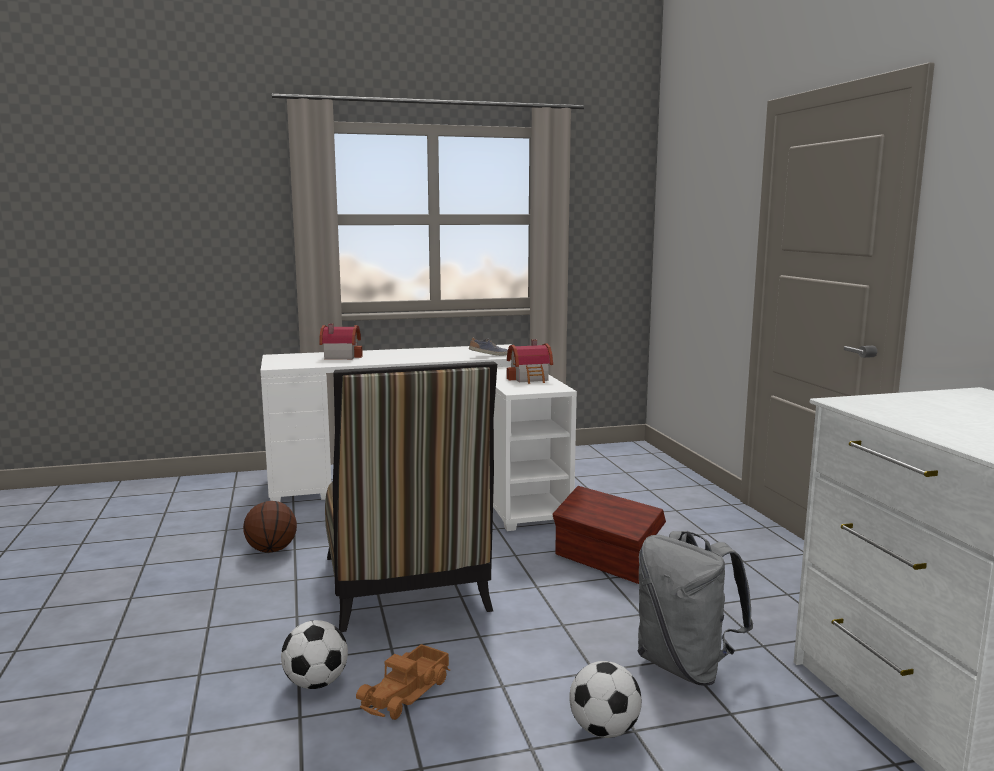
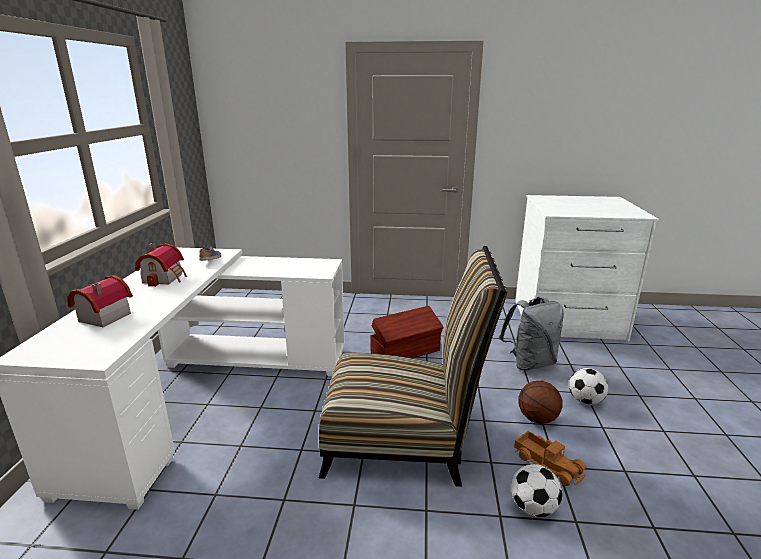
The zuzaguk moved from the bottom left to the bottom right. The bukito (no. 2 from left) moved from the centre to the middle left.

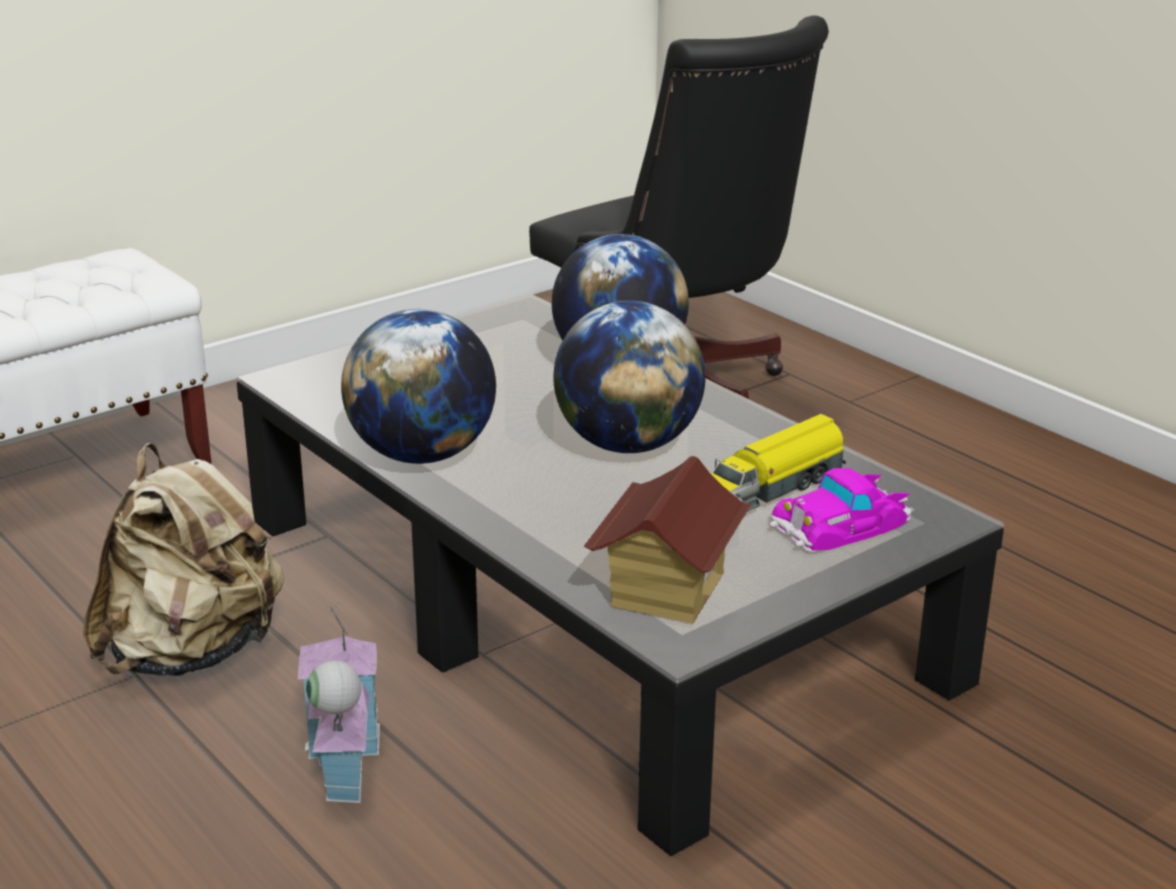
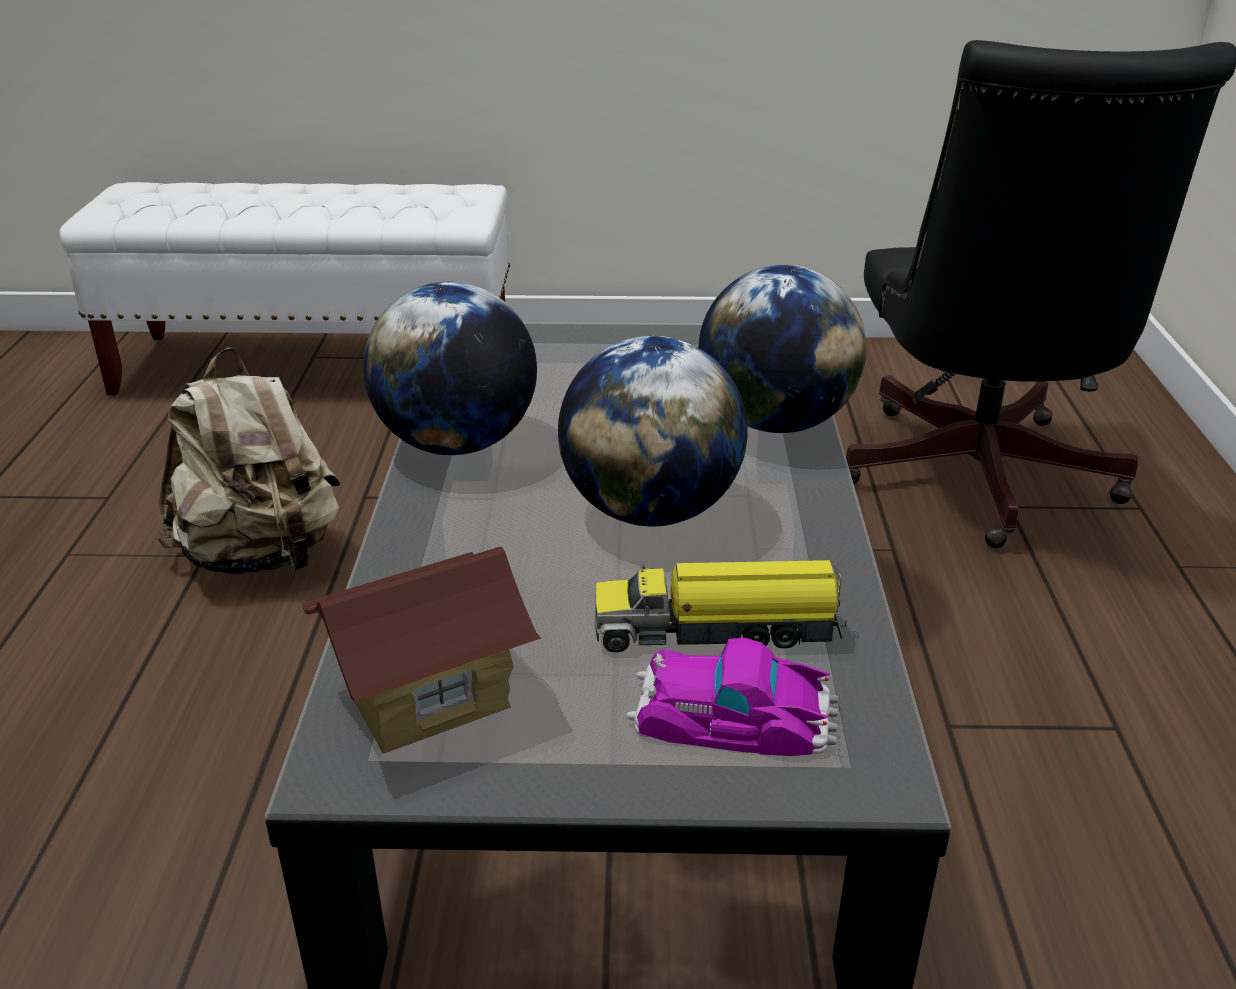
The bukito (no. 1 from left) at the bottom left disappeared.

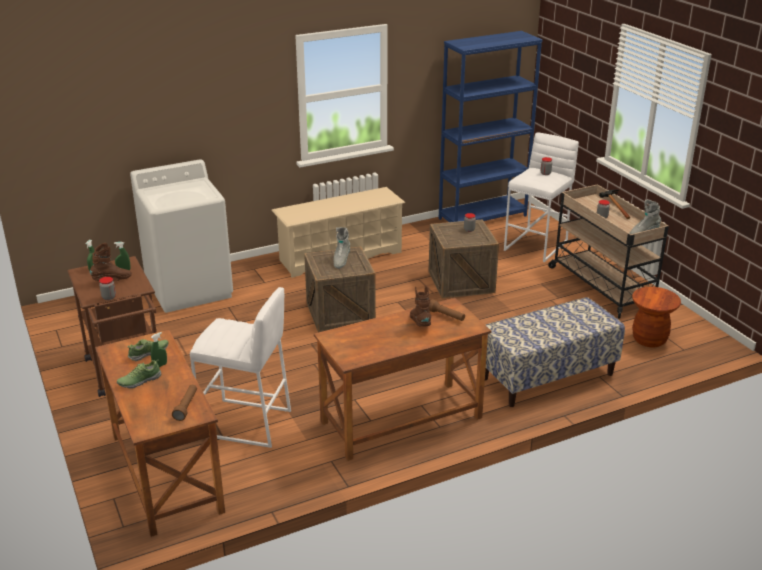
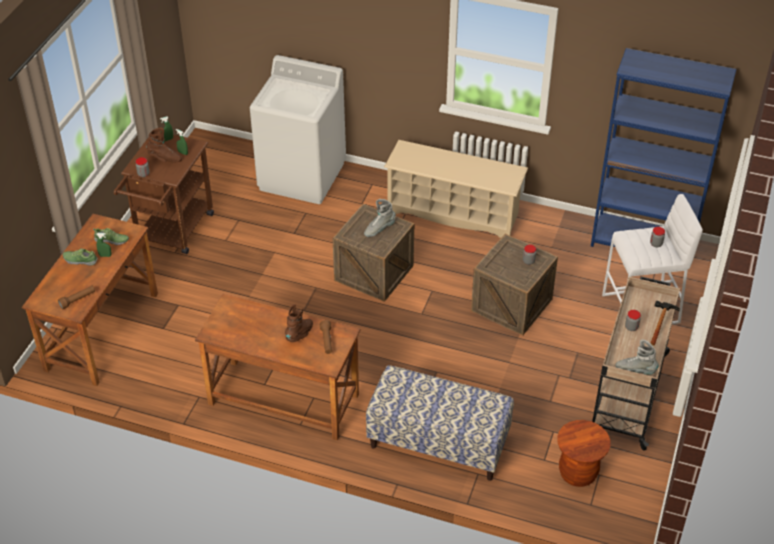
The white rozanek (no. 1 from left) at the middle left disappeared.

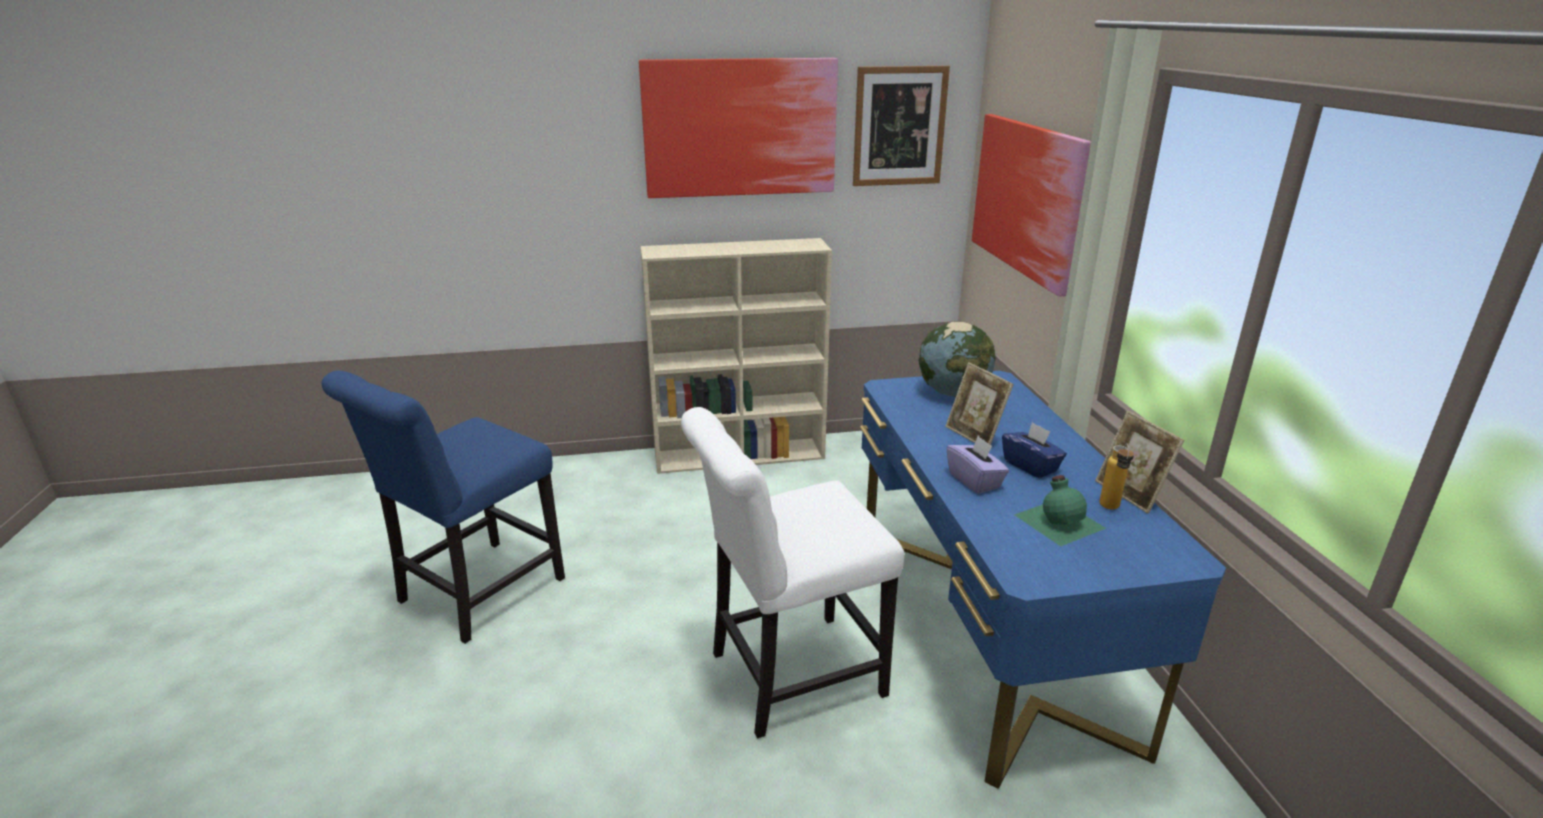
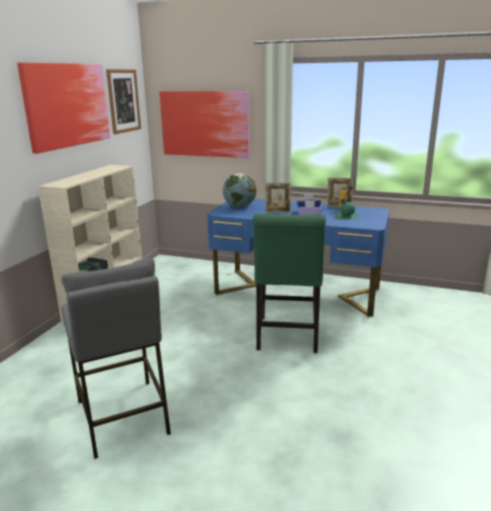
The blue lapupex at the middle left was replaced by the grey rozanek at the bottom left. The white lapupex at the bottom centre became the green lapupex at the centre.

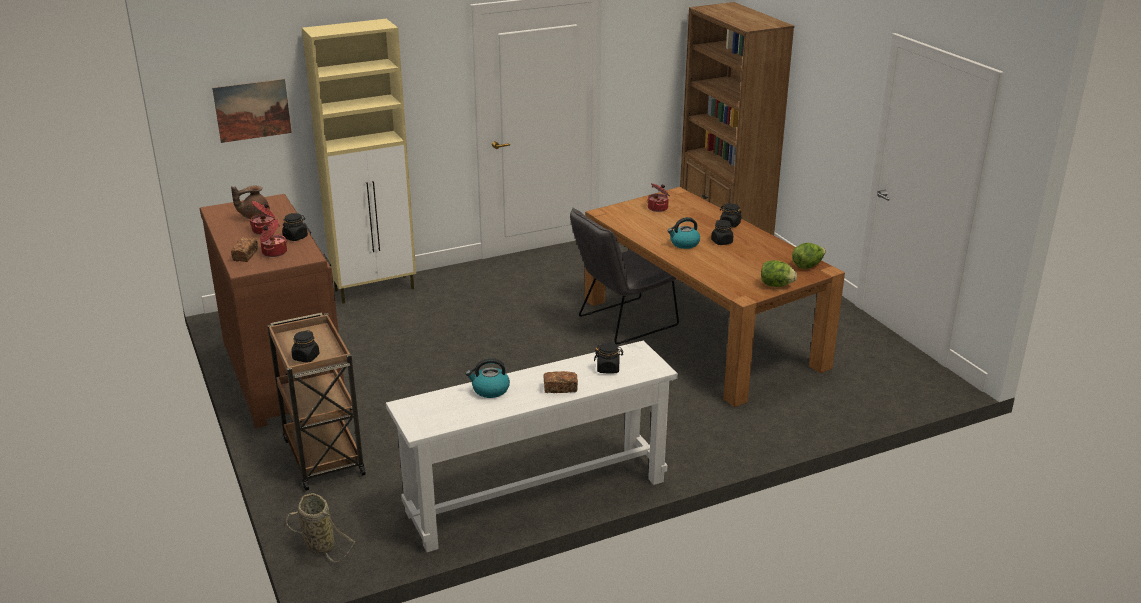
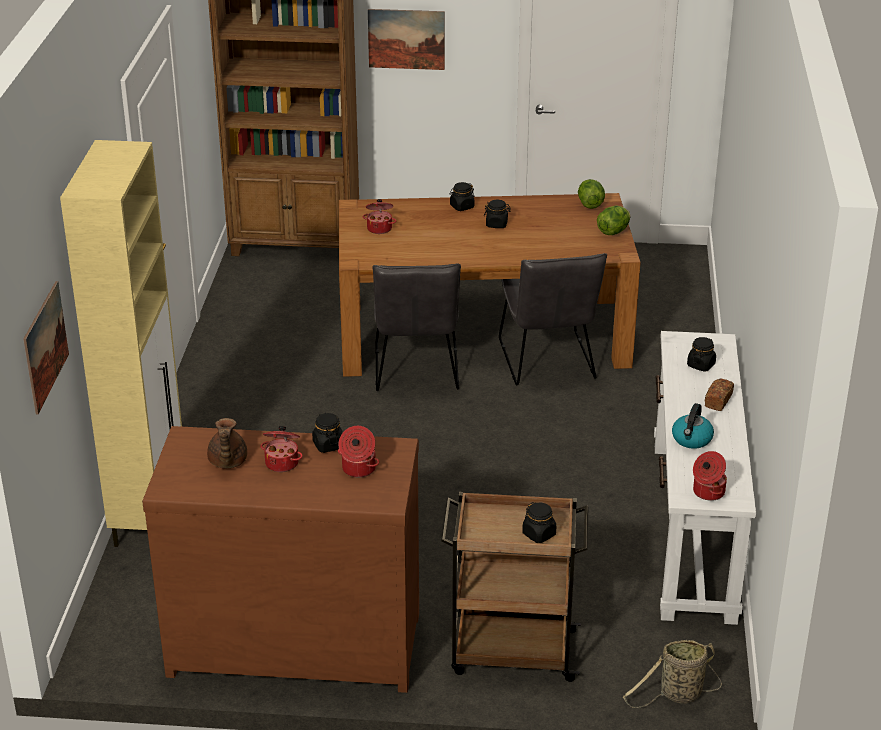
The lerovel (no. 1 from left) at the middle left disappeared. The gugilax (no. 2 from left) at the centre disappeared. The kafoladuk (no. 2 from left) at the top centre appeared. The grey lapupex (no. 2 from left) at the centre appeared. The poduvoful (no. 4 from left) at the middle right appeared.

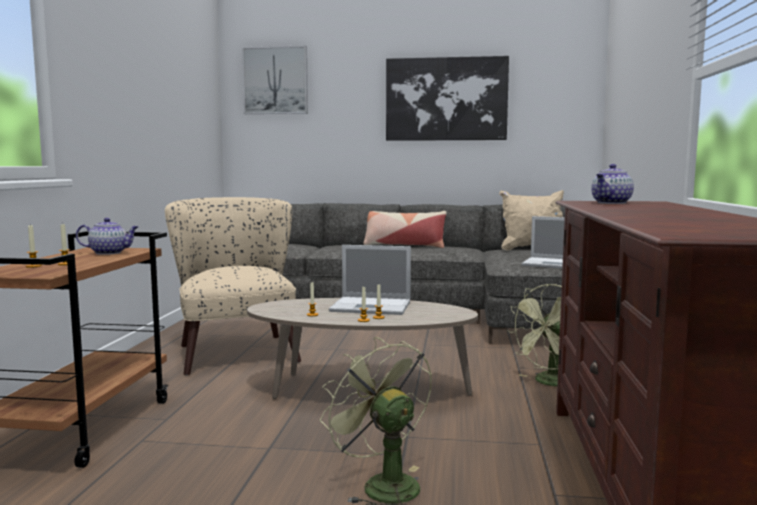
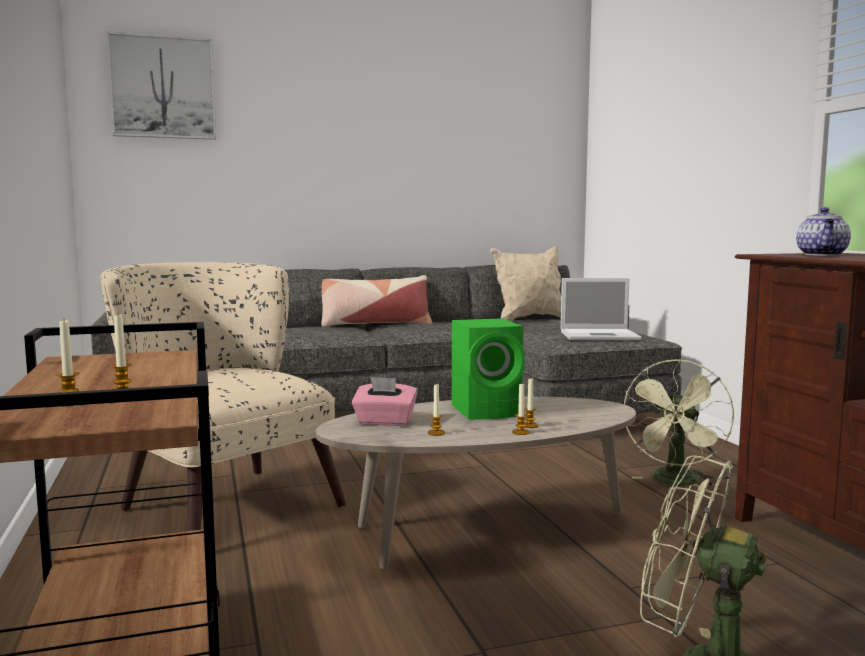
The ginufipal (no. 1 from left) at the middle left disappeared. The kafoladuk (no. 2 from left) at the top centre disappeared. The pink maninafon at the centre appeared. The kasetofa (no. 1 from left) at the centre was replaced by the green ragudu at the centre.

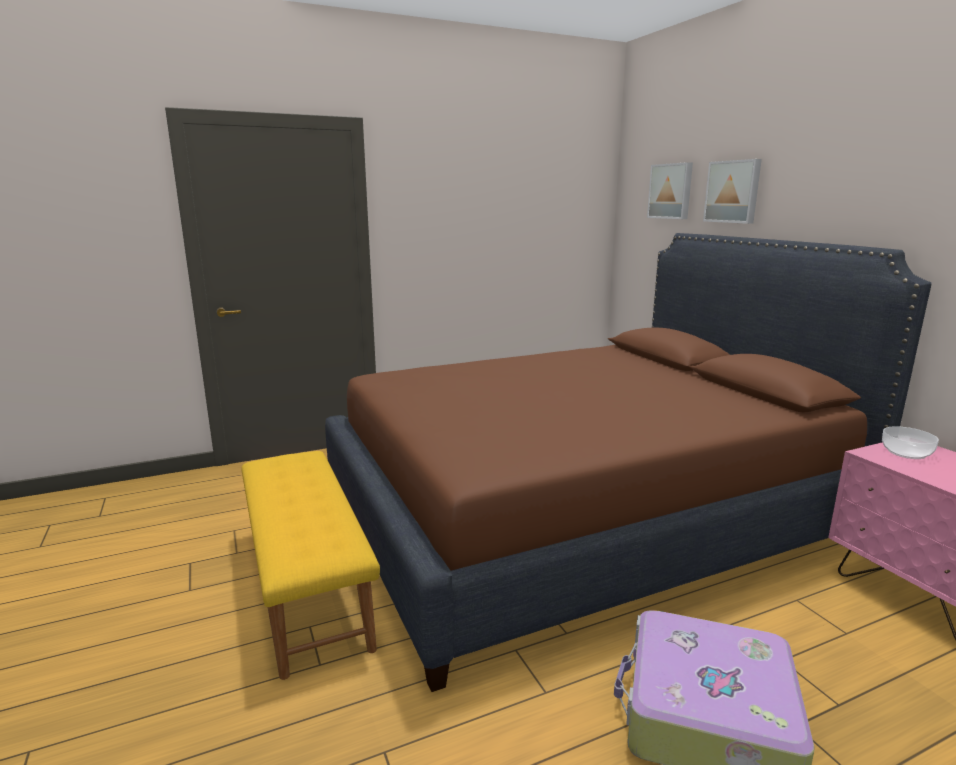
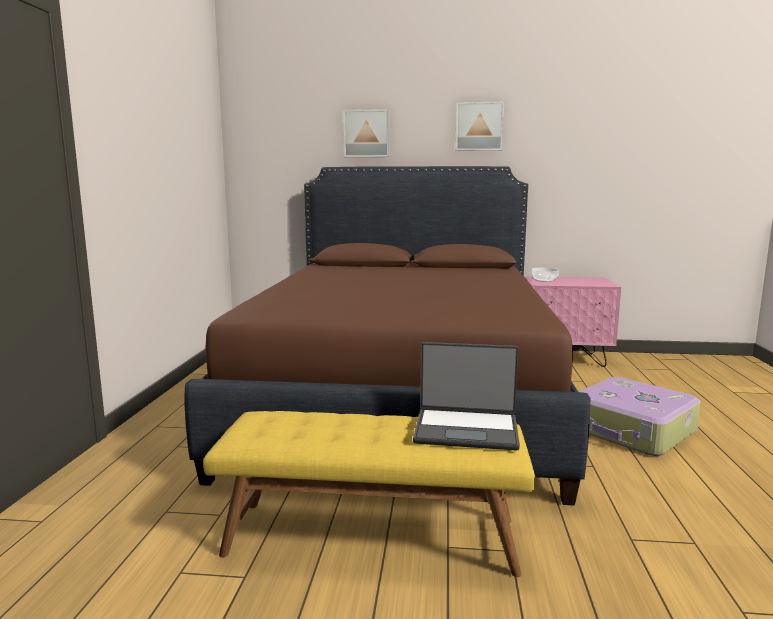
The kasetofa at the centre appeared. The kafoladuk (no. 1 from left in the first image) moved from the top right to the top centre.

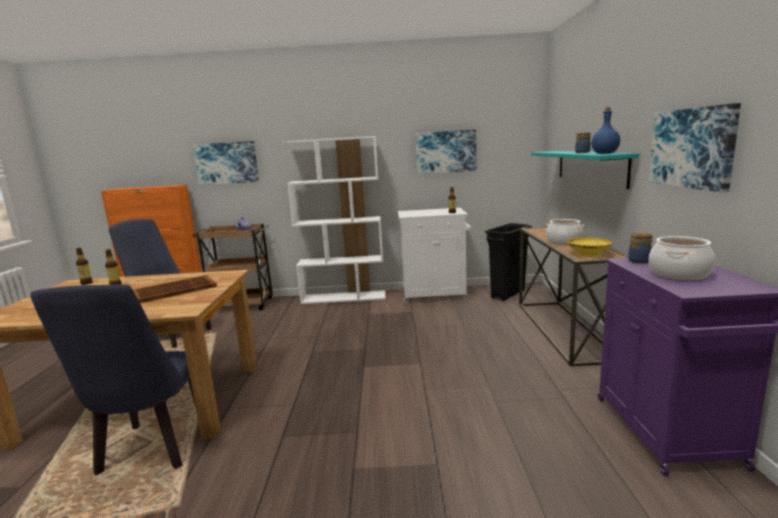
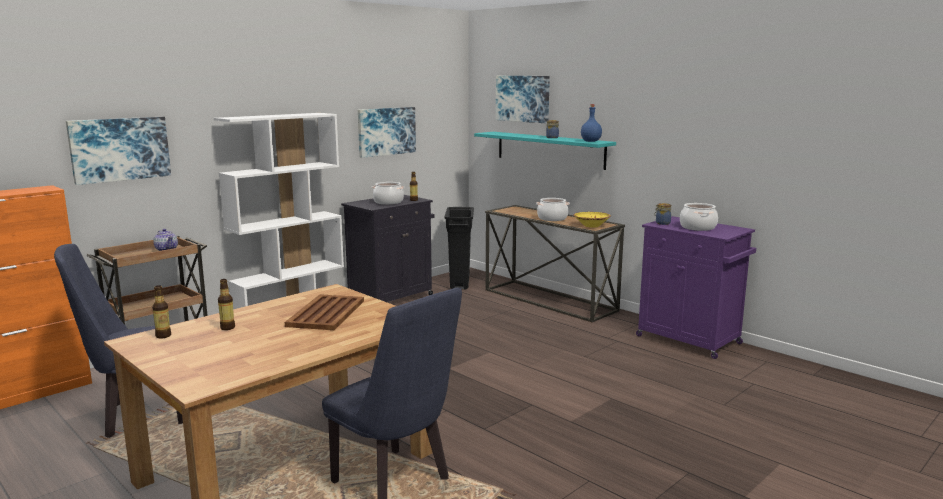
The poduvoful (no. 1 from left) at the centre appeared. The kafoladuk (no. 3 from left) moved from the top right to the top centre. The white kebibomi at the centre became the black kebibomi at the centre.

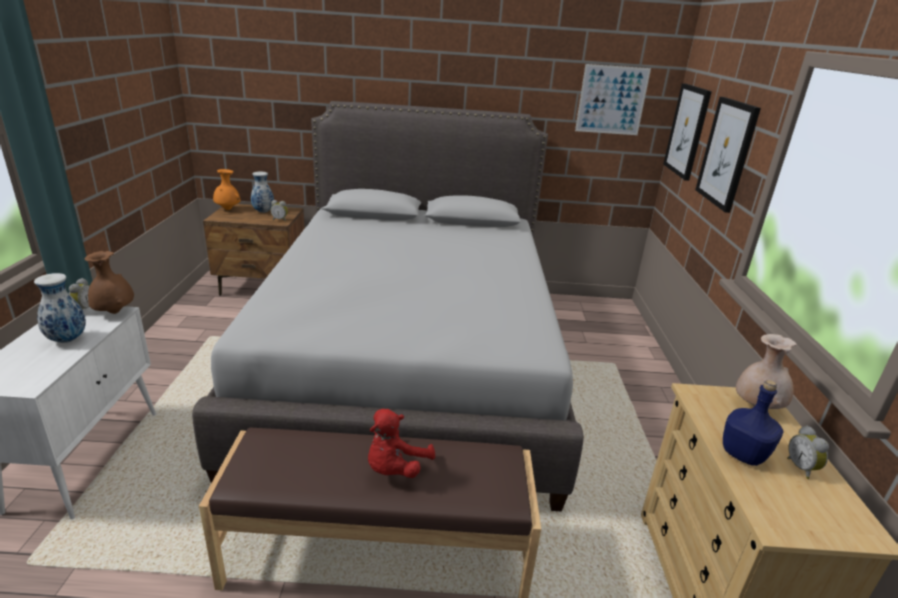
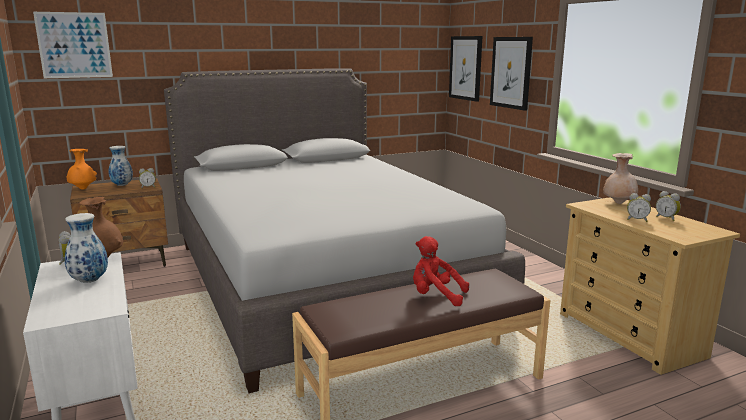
The kafoladuk (no. 1 from left) moved from the top right to the top left. The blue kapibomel at the bottom right was replaced by the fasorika (no. 3 from left) at the middle right. The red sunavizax at the bottom centre turned 105 degrees clockwise.

